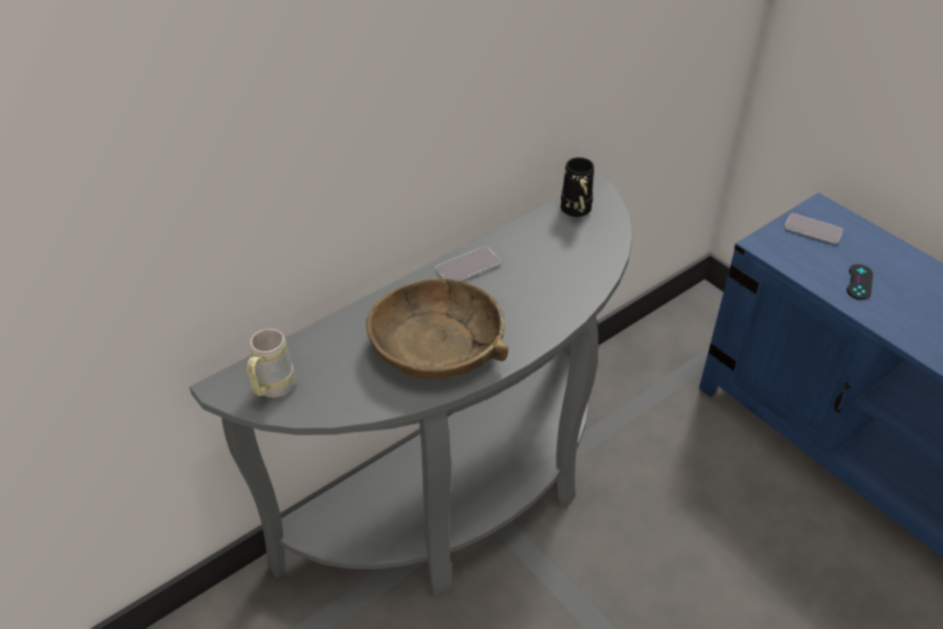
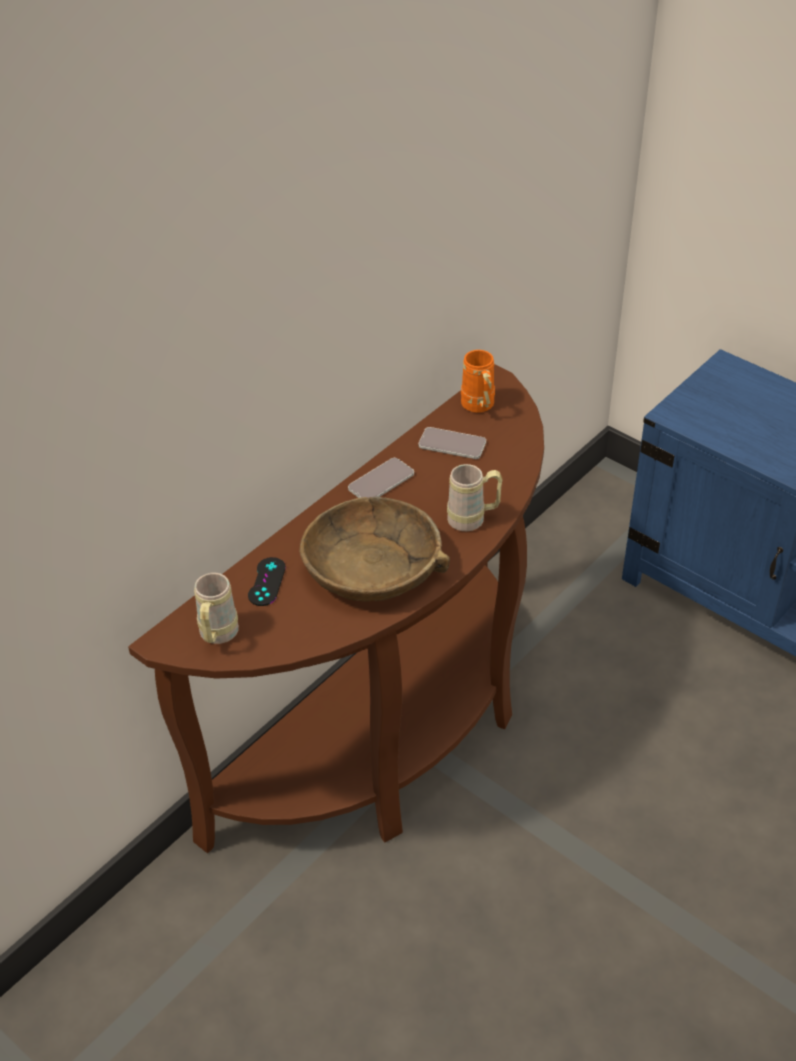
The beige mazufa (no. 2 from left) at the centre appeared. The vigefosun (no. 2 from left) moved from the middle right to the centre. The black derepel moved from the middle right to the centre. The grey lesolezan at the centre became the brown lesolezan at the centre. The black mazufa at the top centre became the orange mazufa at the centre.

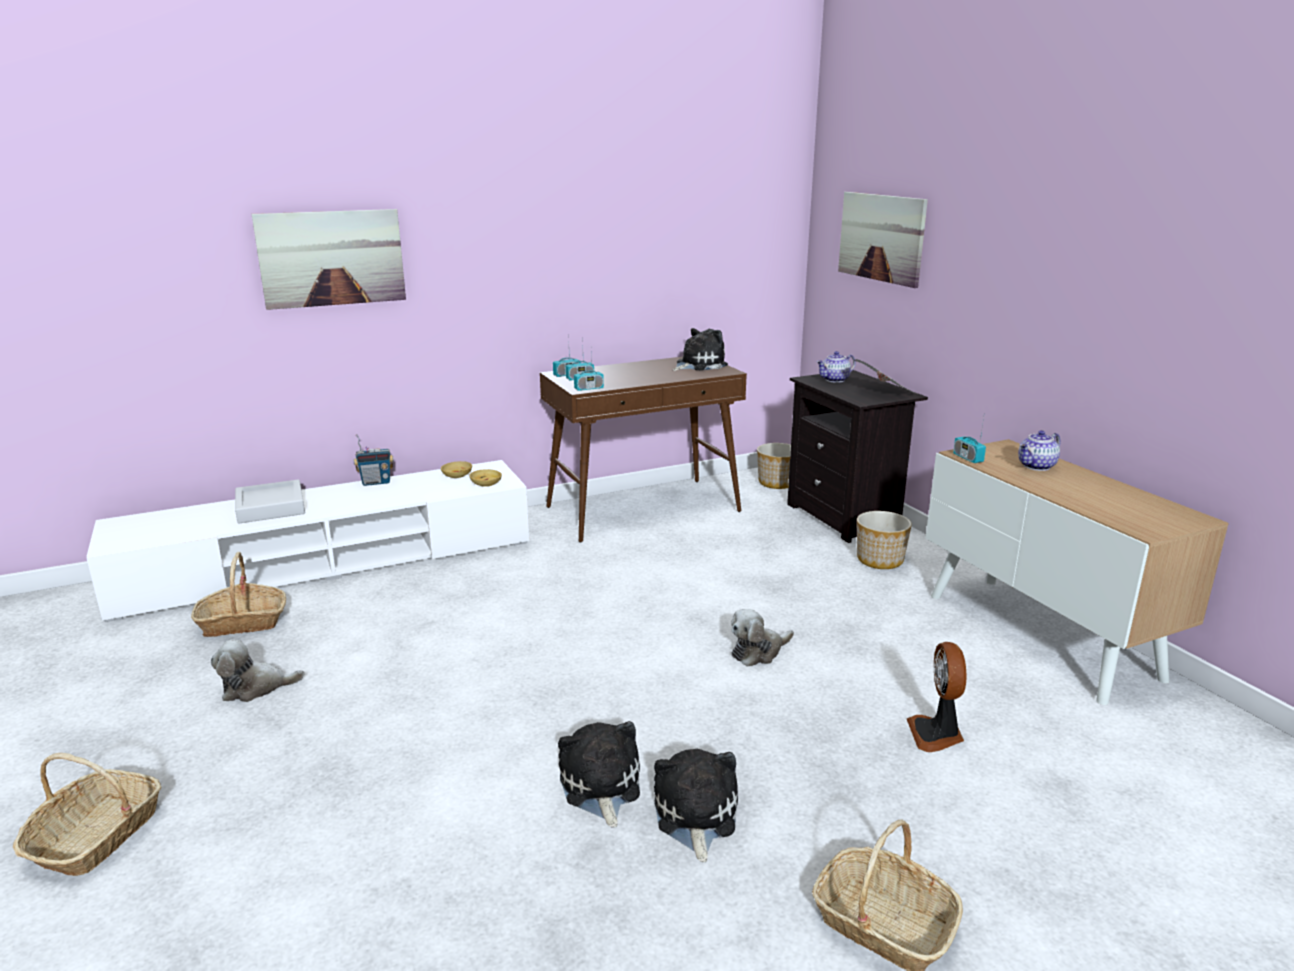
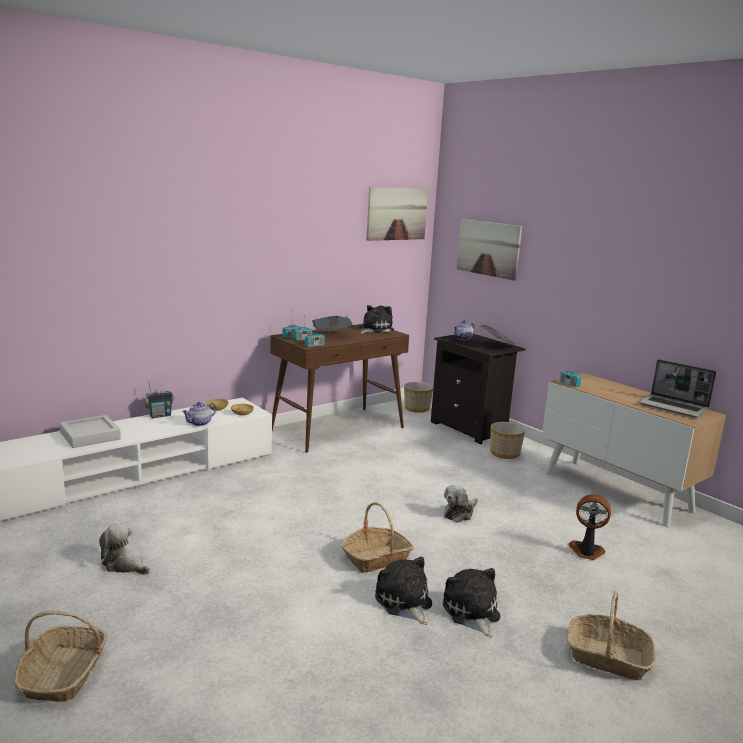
The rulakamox (no. 1 from left) at the centre appeared. The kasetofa at the middle right appeared. The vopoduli (no. 2 from left) moved from the middle left to the bottom centre. The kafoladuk (no. 1 from left) moved from the top left to the top centre. The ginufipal (no. 2 from left in the first image) moved from the middle right to the middle left. The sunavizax (no. 1 from left) at the bottom left turned 60 degrees clockwise. The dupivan at the bottom right turned 120 degrees clockwise.

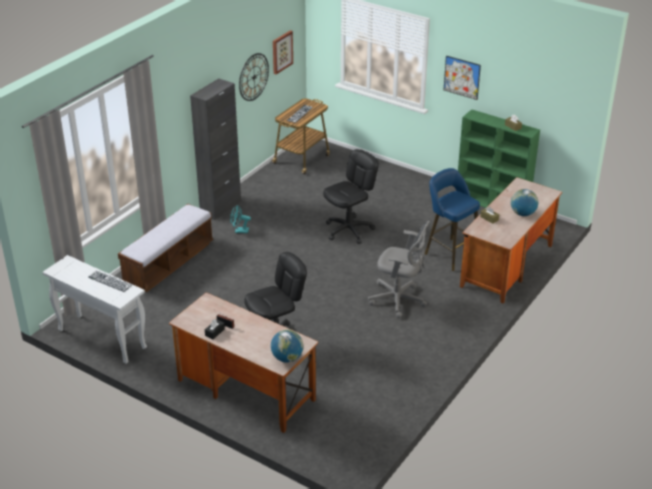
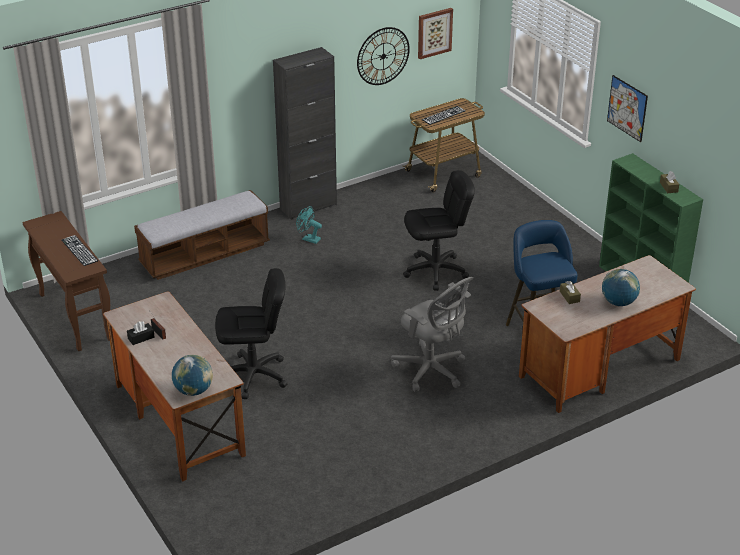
The white lesolezan at the middle left became the brown lesolezan at the middle left.

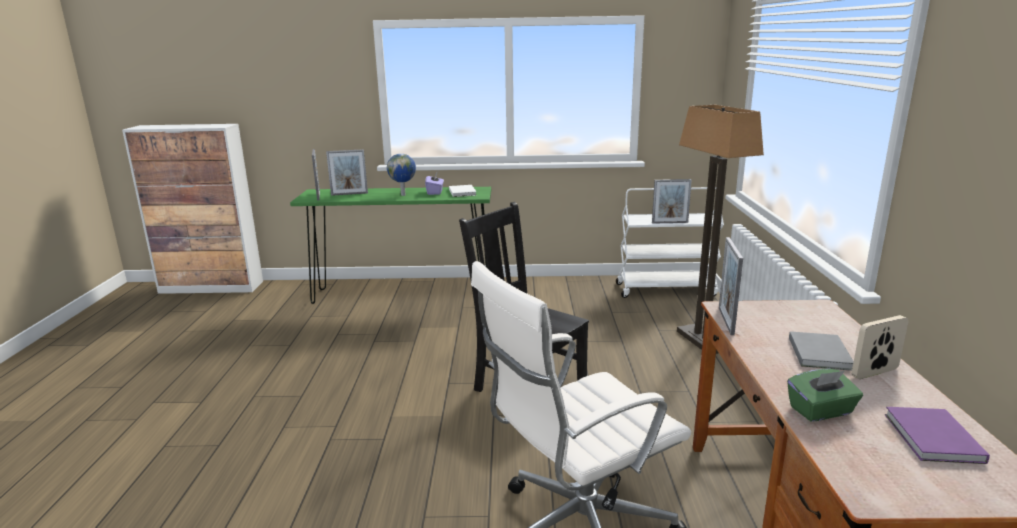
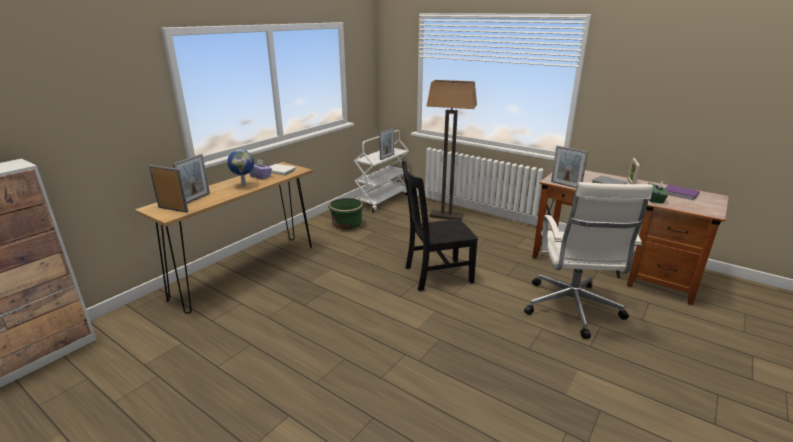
The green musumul at the centre appeared. The green lesolezan at the centre became the brown lesolezan at the middle left.

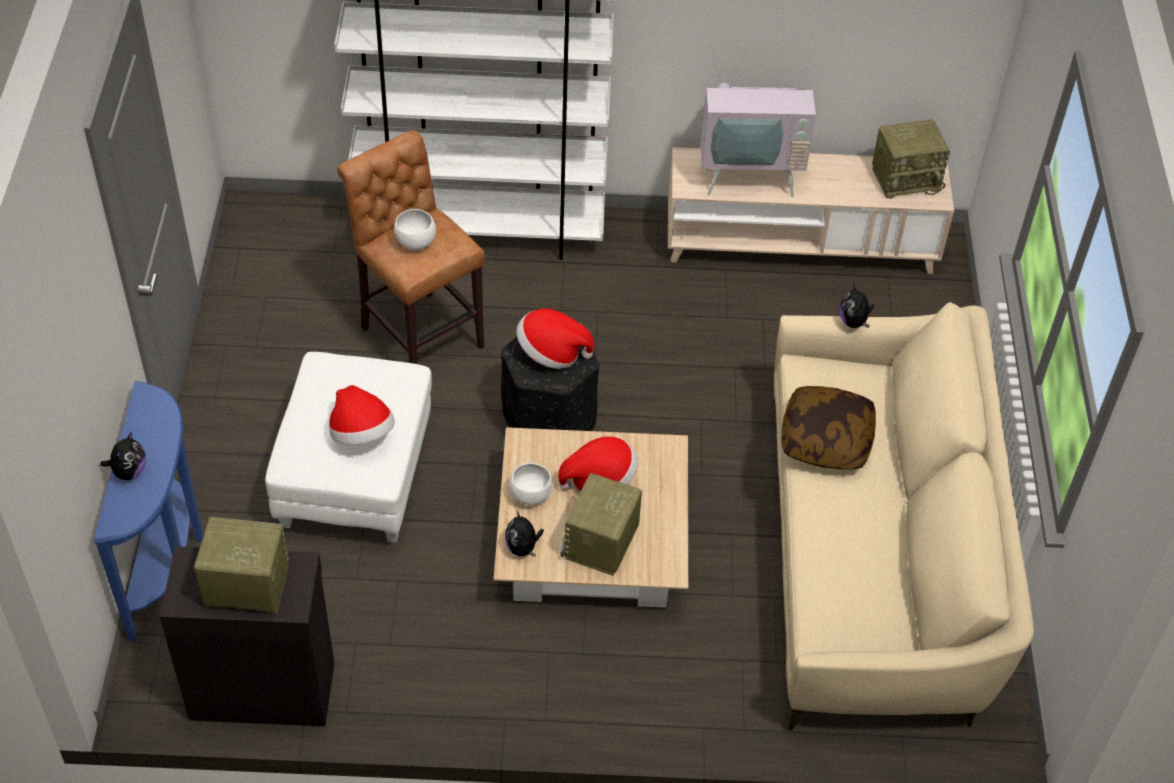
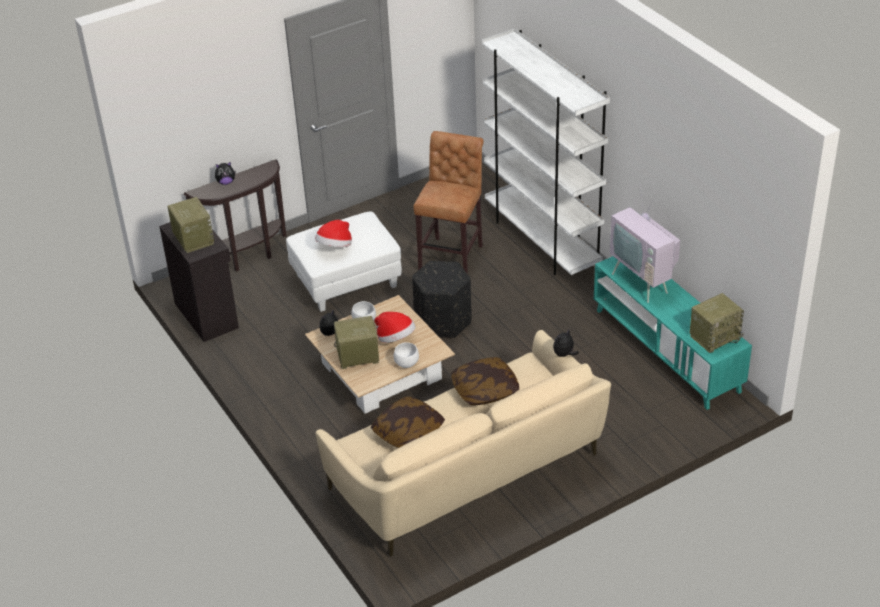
The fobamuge (no. 2 from left) at the centre disappeared. The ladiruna (no. 1 from left) at the bottom centre appeared. The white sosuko (no. 1 from left in the first image) moved from the top centre to the centre. The blue lesolezan at the middle left became the brown lesolezan at the middle left. The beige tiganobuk at the top right became the turquoise tiganobuk at the middle right. The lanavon (no. 3 from left) at the top right turned 75 degrees counterclockwise.

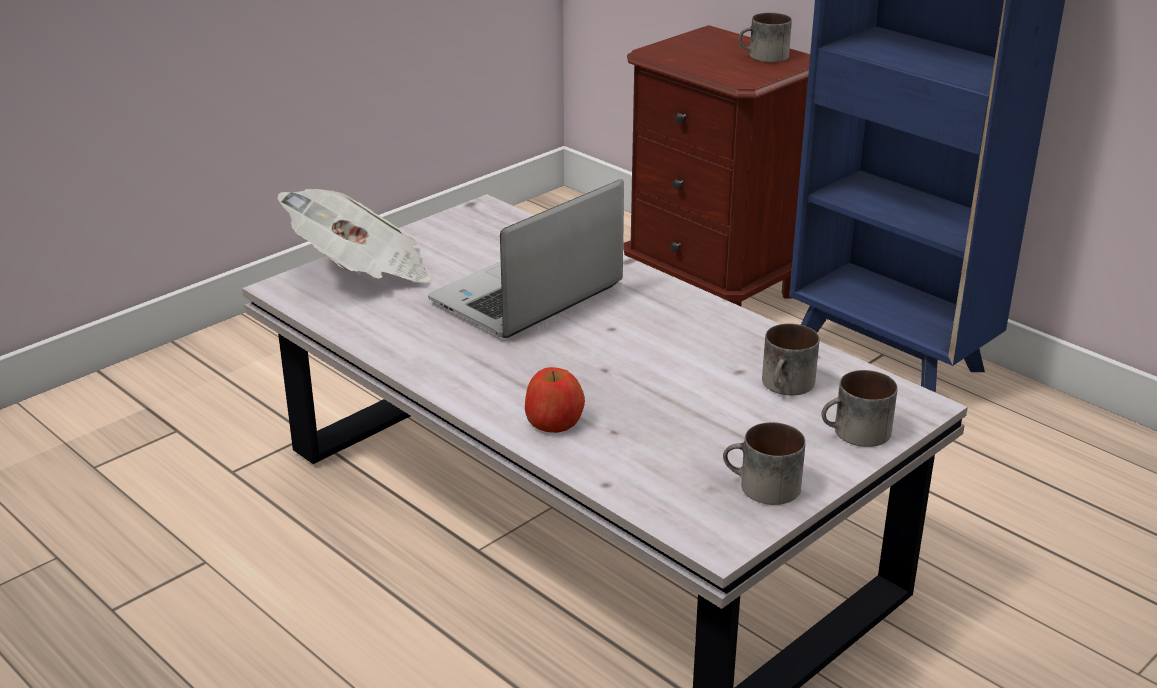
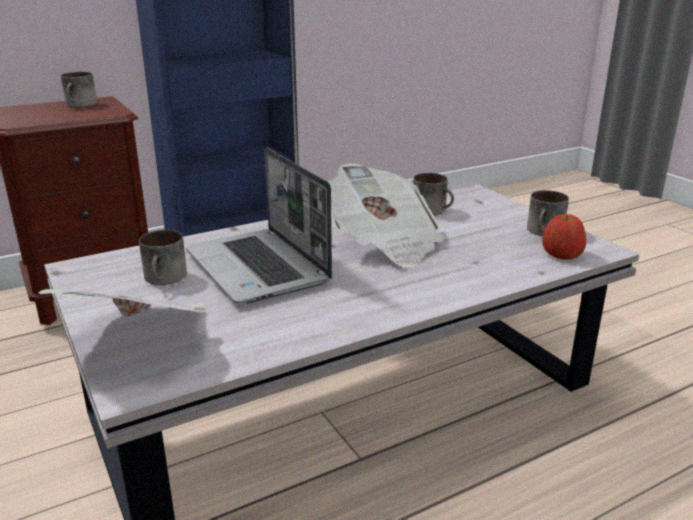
The rulakamox (no. 2 from left) at the centre appeared. The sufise moved from the centre to the middle right. The mazufa (no. 4 from left in the first image) moved from the middle right to the middle left.

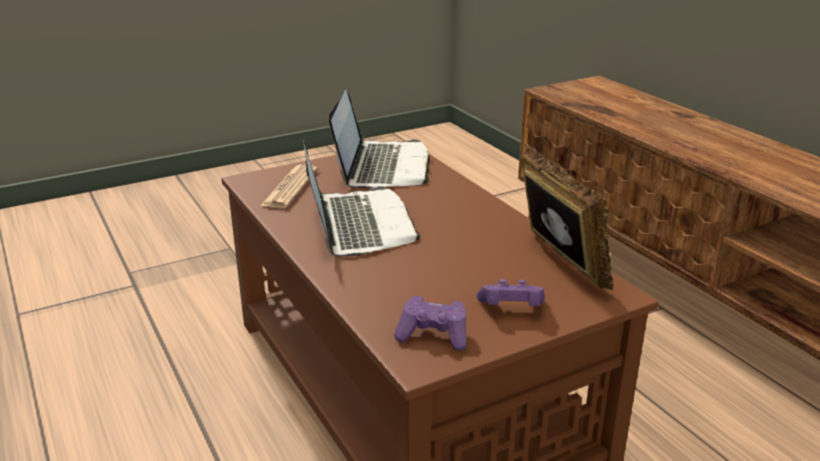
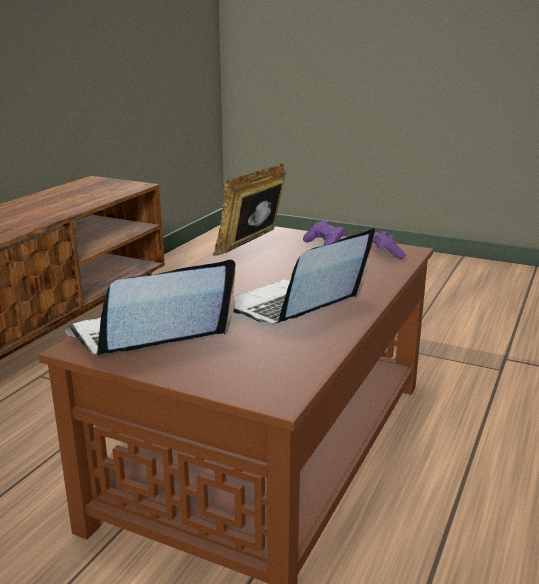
The rulakamox at the centre disappeared.

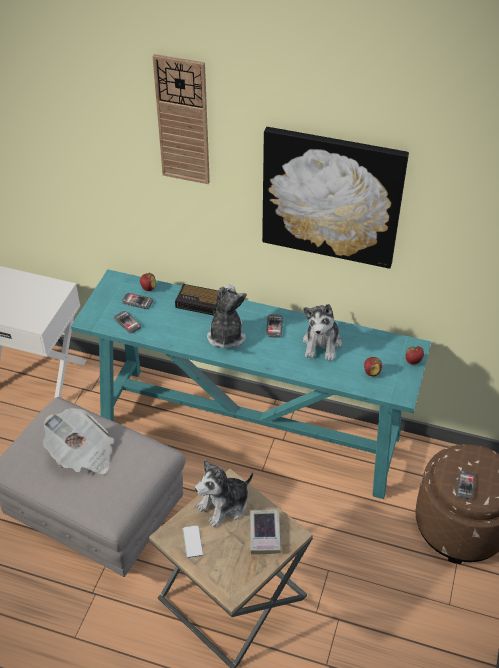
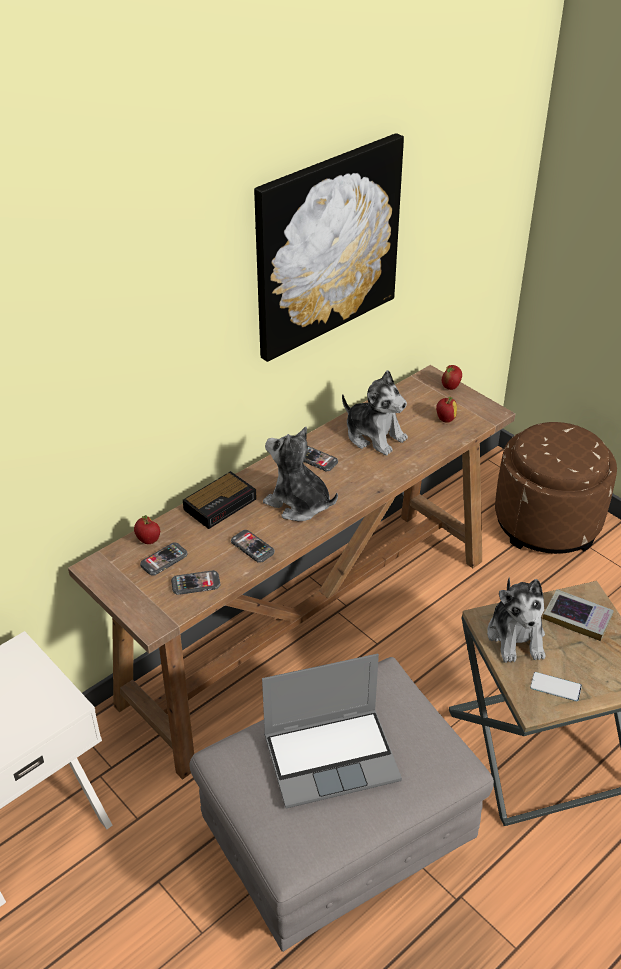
The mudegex at the top centre disappeared. The vigefosun (no. 5 from left in the first image) moved from the bottom right to the centre. The rulakamox at the middle left was replaced by the kasetofa at the bottom centre. The turquoise lesolezan at the centre became the brown lesolezan at the centre.

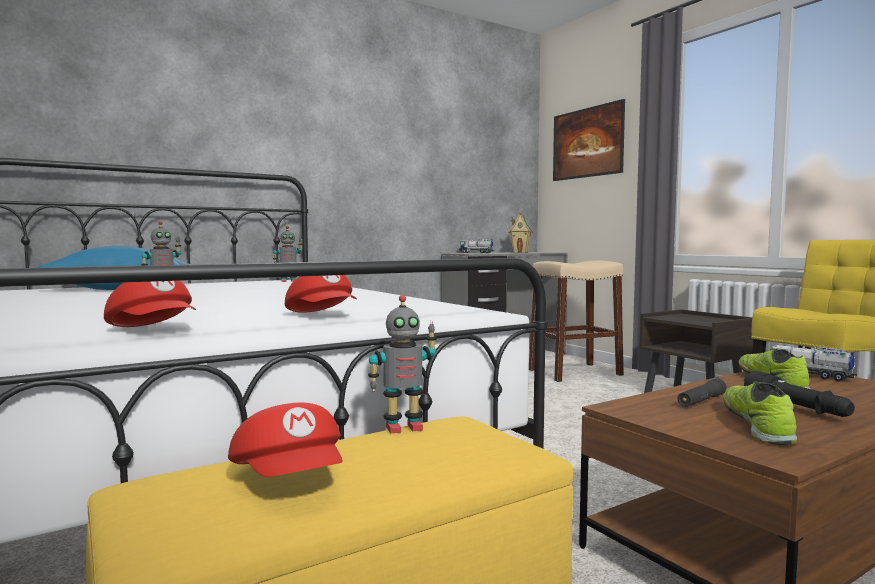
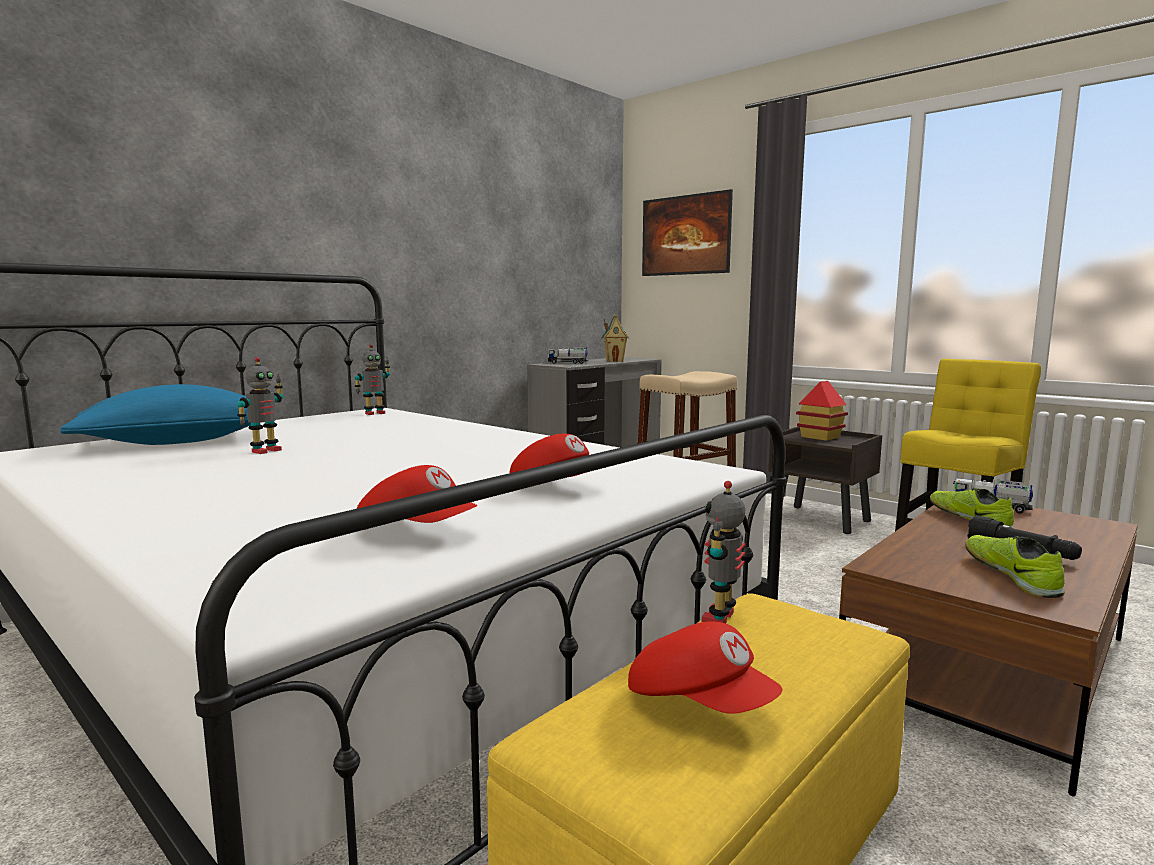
The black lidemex (no. 1 from left) at the bottom right disappeared. The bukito (no. 2 from left) at the middle right appeared. The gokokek (no. 3 from left) at the centre turned 150 degrees clockwise.

